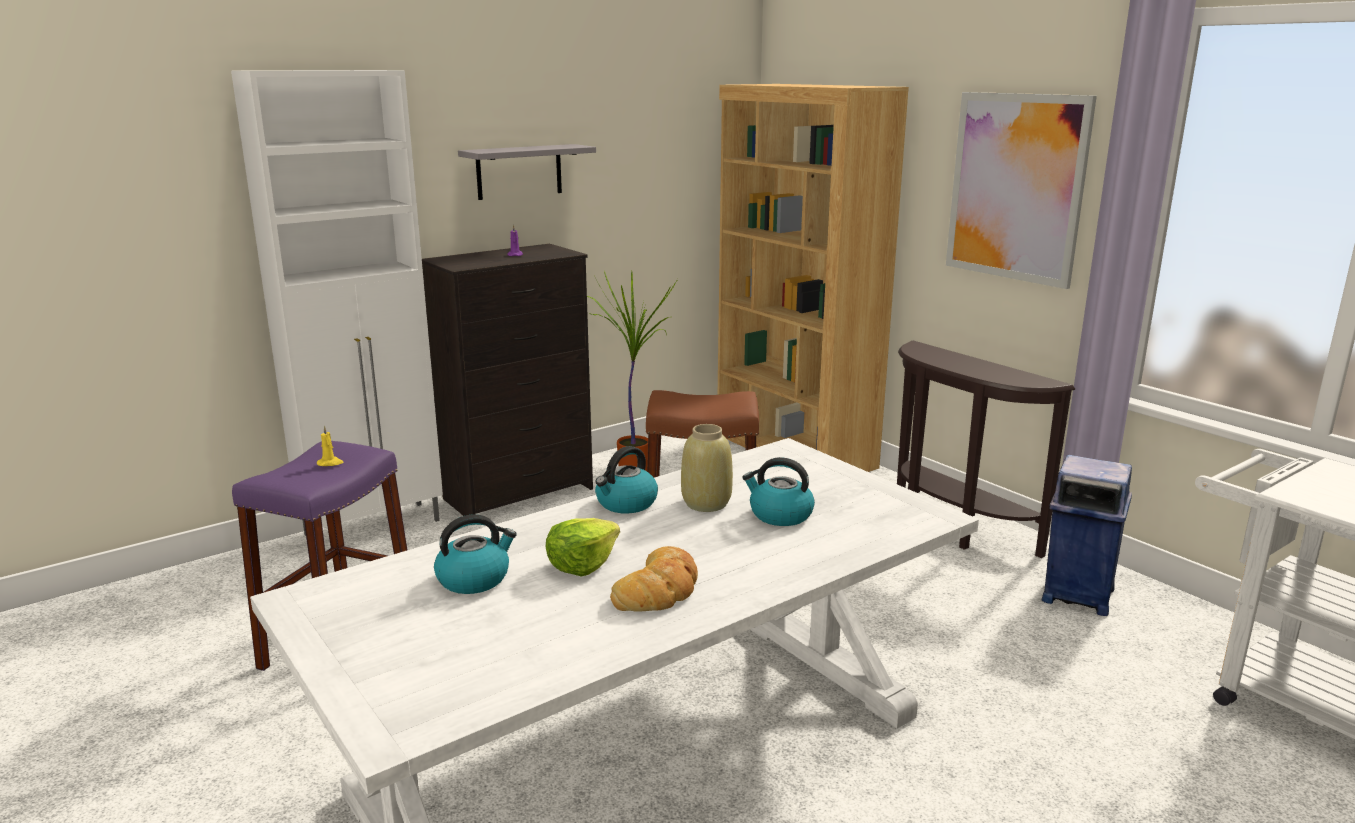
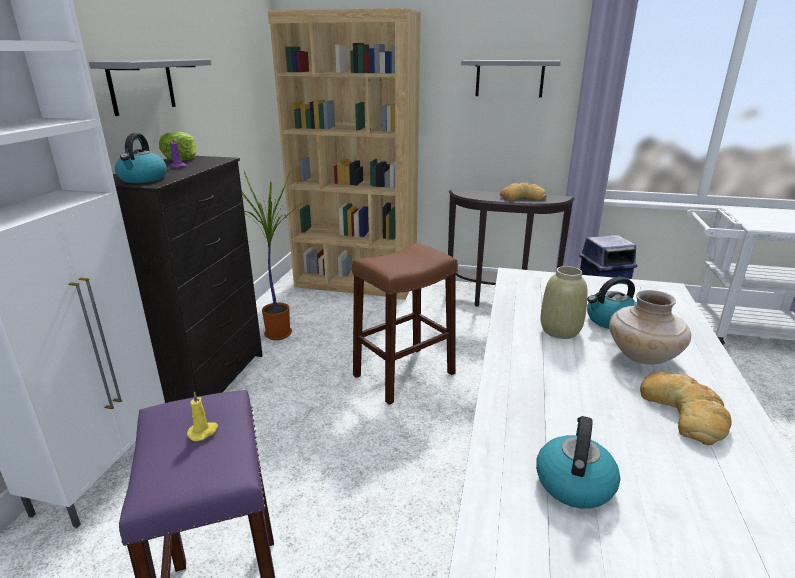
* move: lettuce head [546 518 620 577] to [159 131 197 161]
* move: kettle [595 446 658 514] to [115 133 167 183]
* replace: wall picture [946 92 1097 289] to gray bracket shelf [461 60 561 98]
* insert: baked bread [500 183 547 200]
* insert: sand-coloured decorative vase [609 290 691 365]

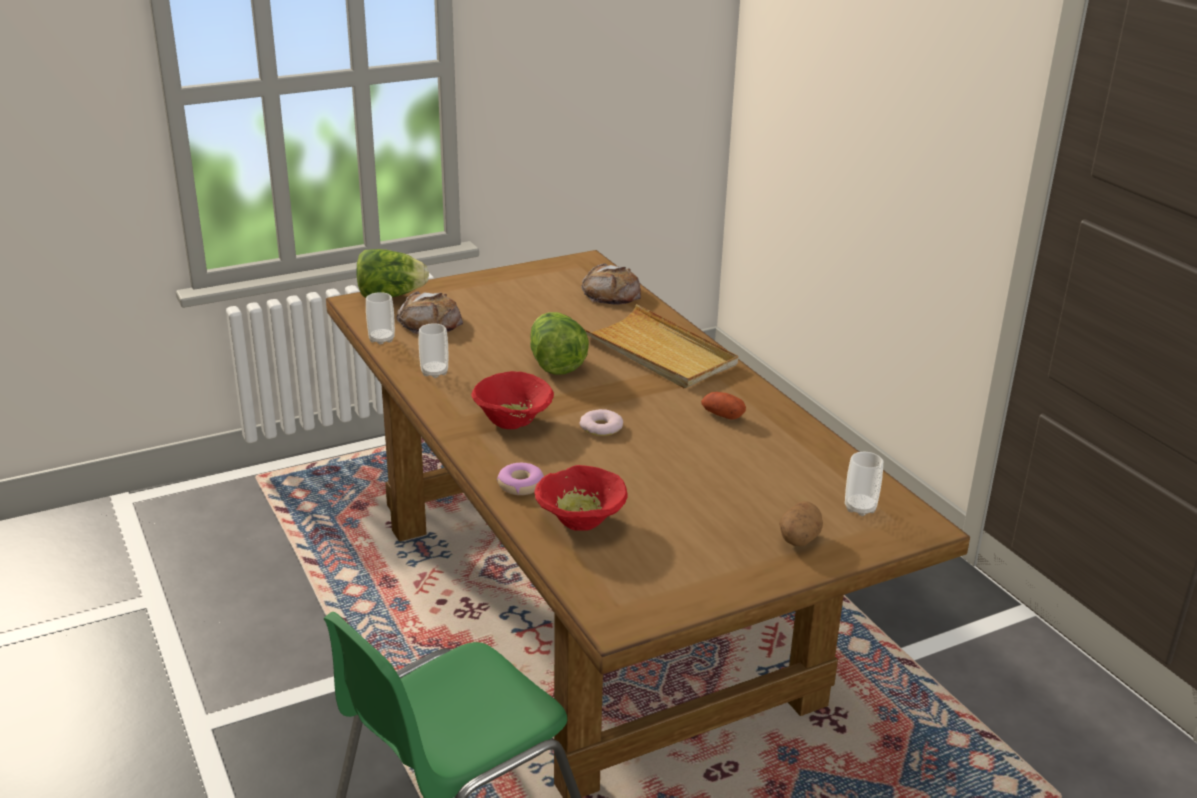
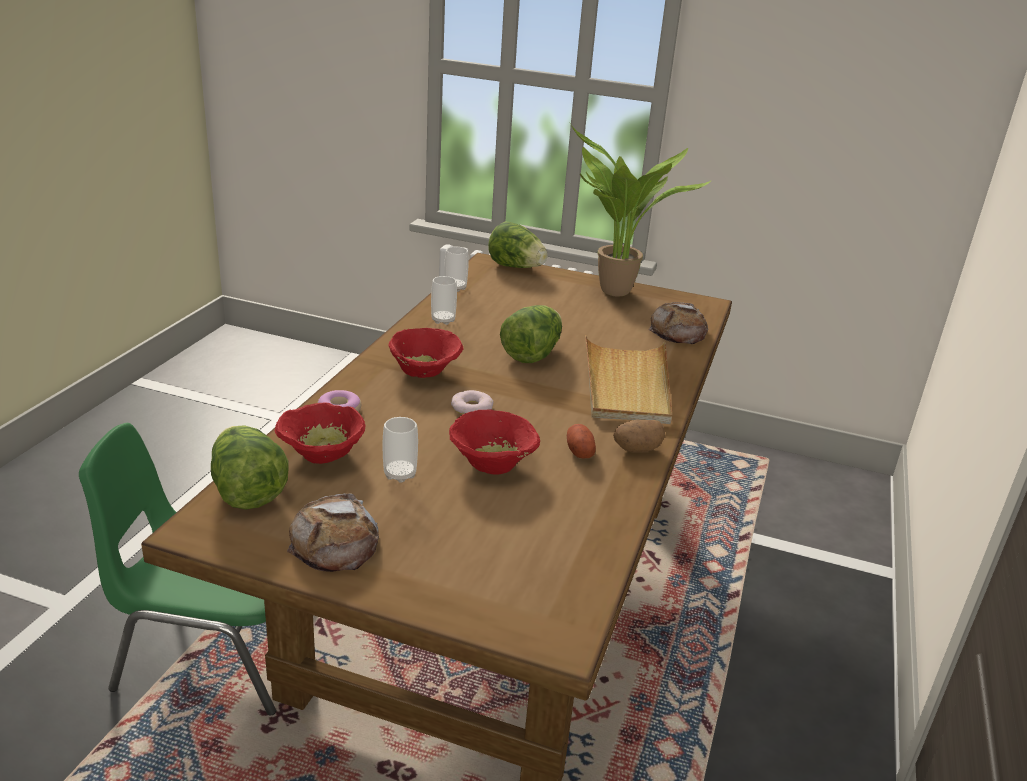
* move: baked bread [396 291 463 334] to [287 493 379 572]
* move: whole potato [779 501 823 546] to [613 420 665 452]
* move: small cup [845 452 883 516] to [383 417 418 483]
* insert: lettuce head [211 425 289 510]
* insert: red-coloured deep dish [449 410 540 475]
* insert: houseplant [570 123 712 297]

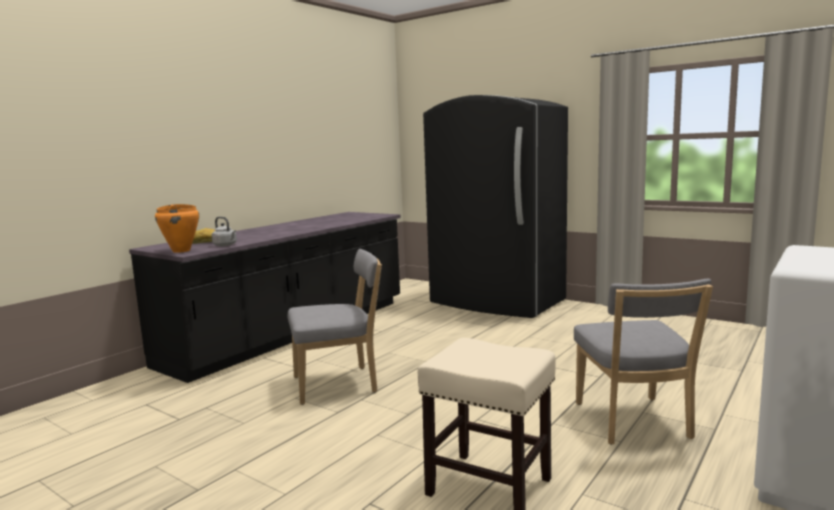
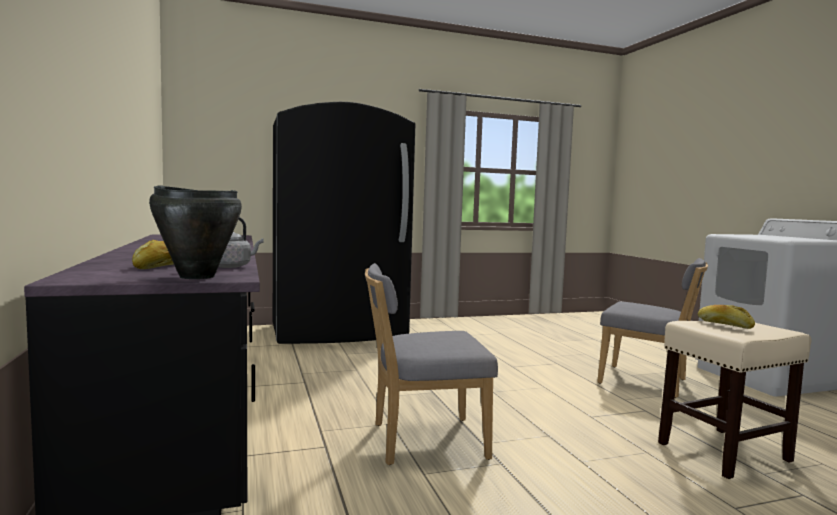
* recolor: orange stockpot [155 204 199 253] to black-coloured stockpot [149 185 242 279]
* rotate: gray upright chair [288 249 382 405] = [365 263 498 465] 120 degrees counterclockwise
* insert: baked bread [698 304 755 329]

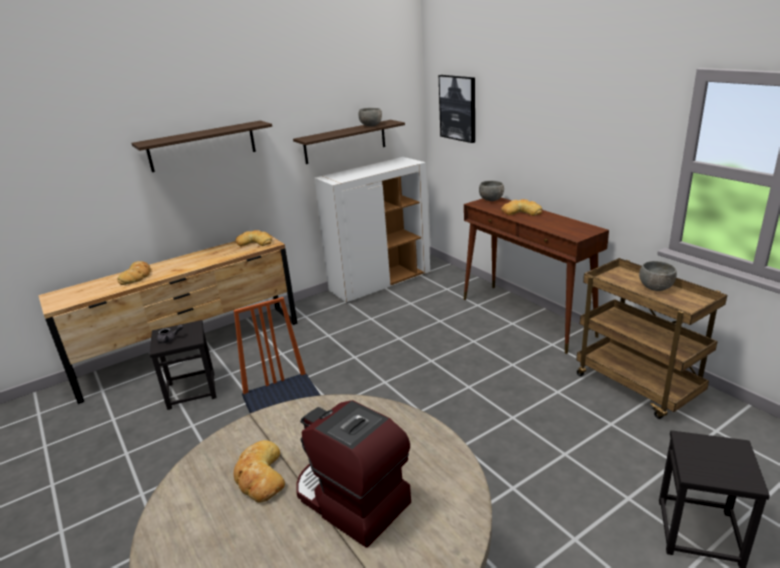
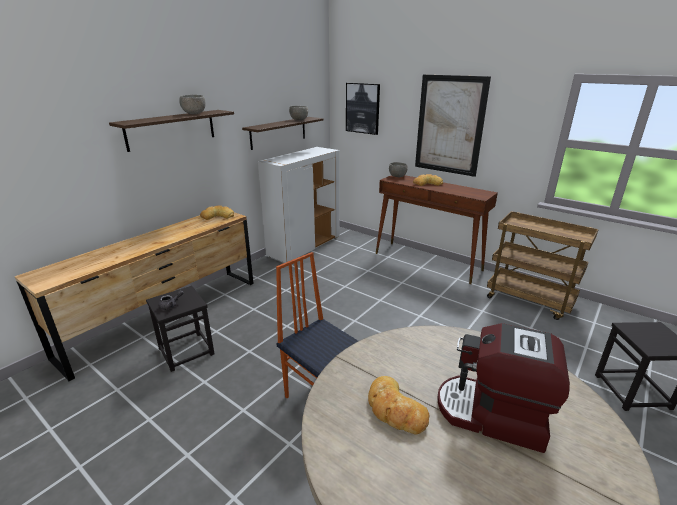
* delete: baked bread [117 261 151 285]
* move: gray deep dish [639 261 677 291] to [179 95 206 114]
* insert: wall picture [415 75 491 177]

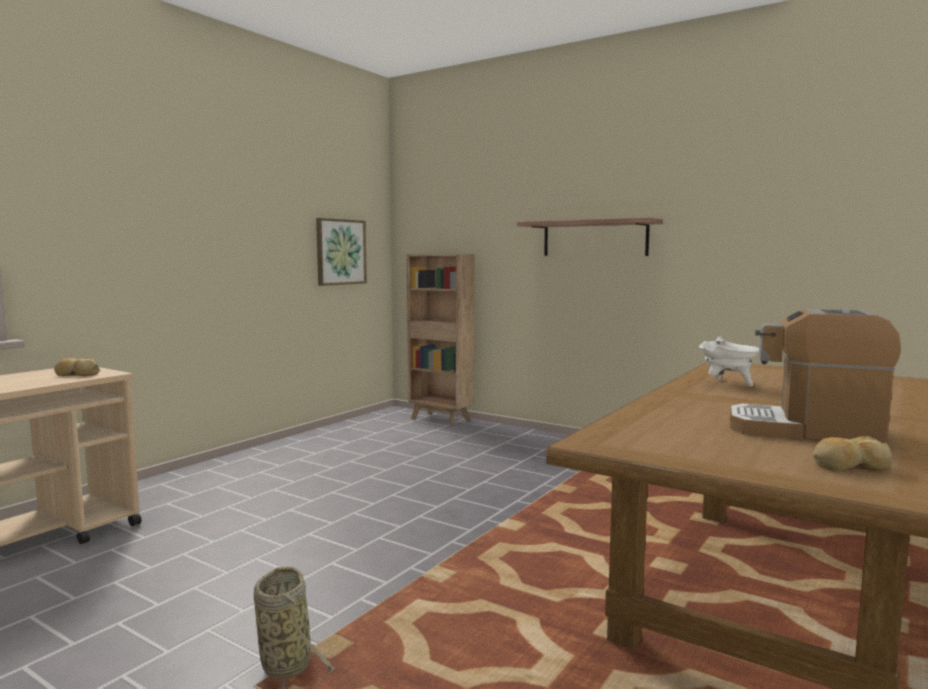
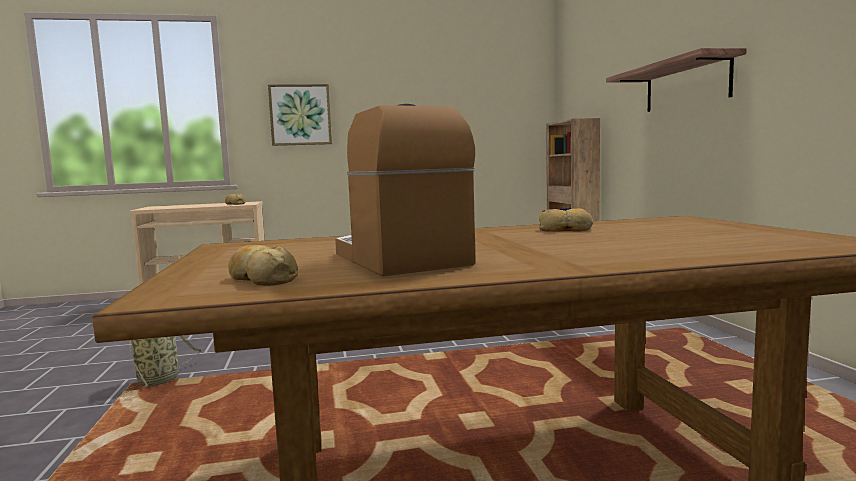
* move: wall picture [316 218 367 286] to [268 84 332 146]
* replace: white-coloured stockpot [699 337 760 387] to baked bread [539 208 593 232]

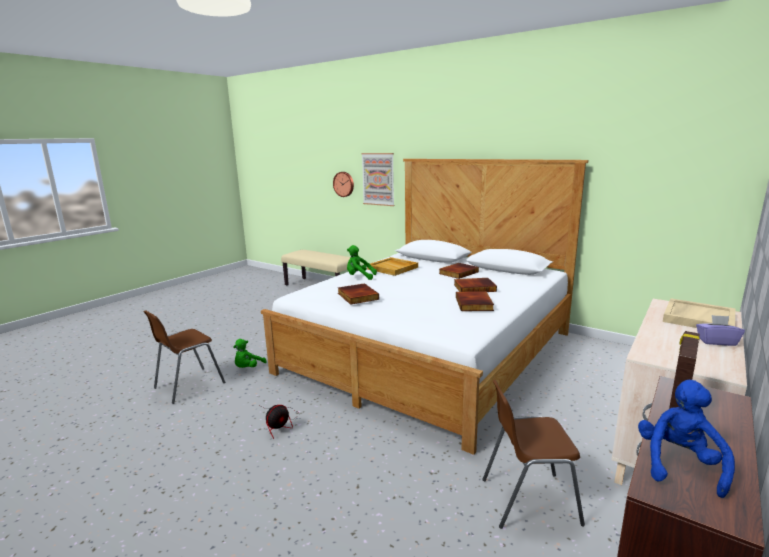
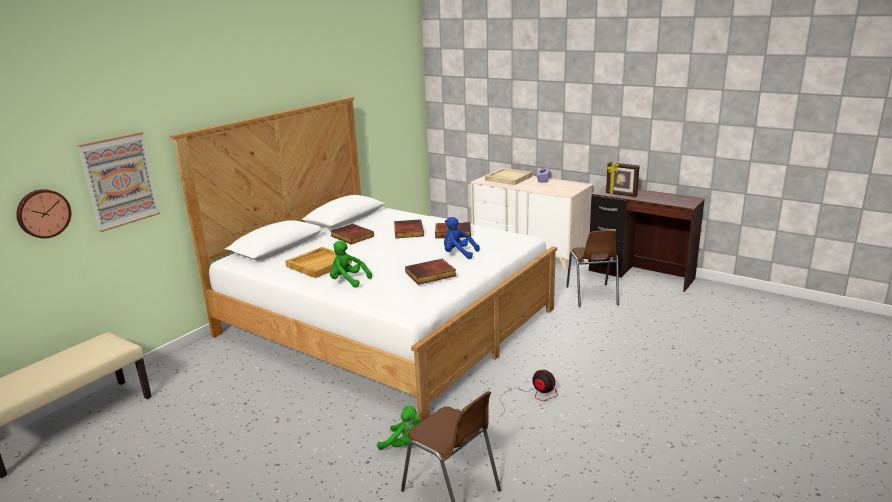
* rotate: greenish cuddly toy [347 245 377 280] = [330 241 372 287] 105 degrees clockwise
* move: blue-coloured cuddly toy [638 380 735 498] to [444 217 480 259]

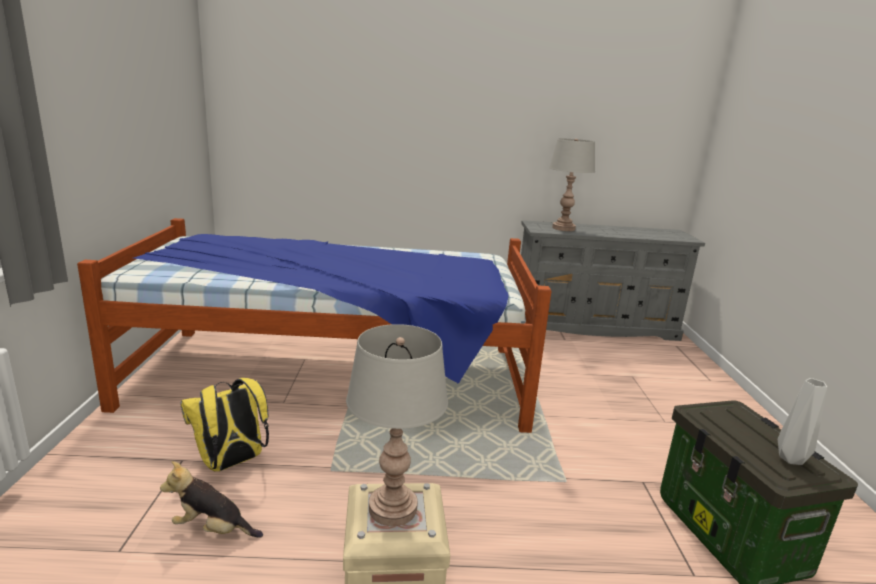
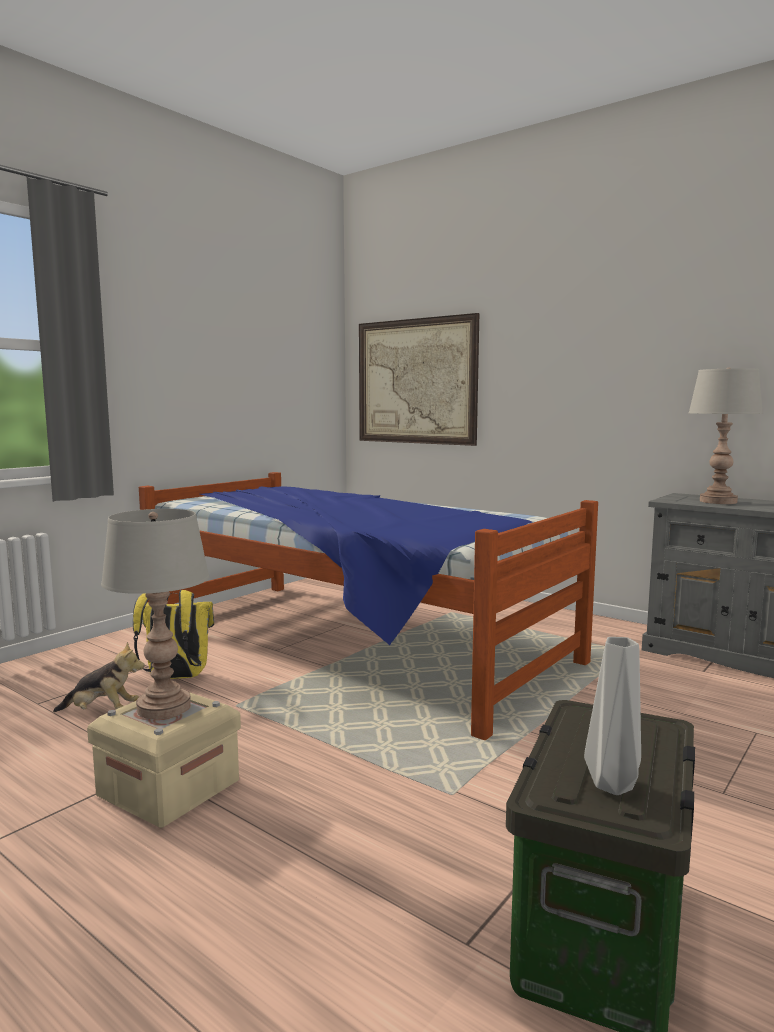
* rotate: cuddly toy [160 461 263 538] = [53 642 145 712] 135 degrees clockwise
* insert: wall picture [359 313 479 446]

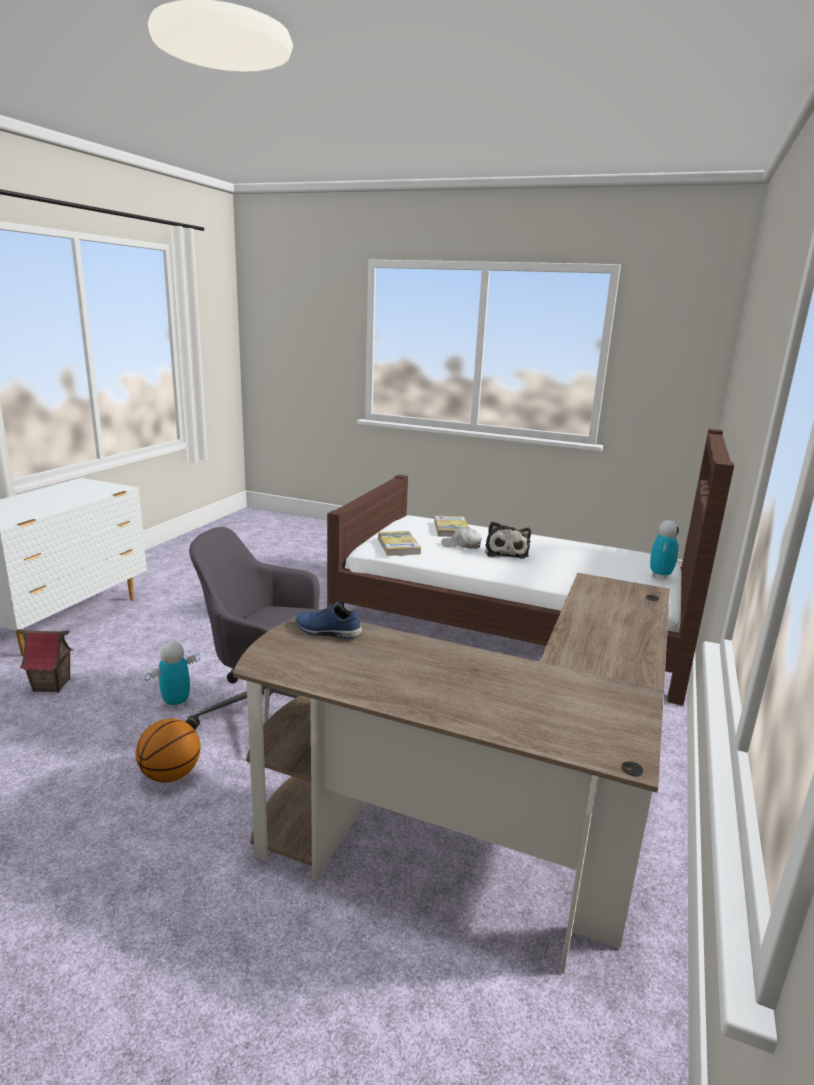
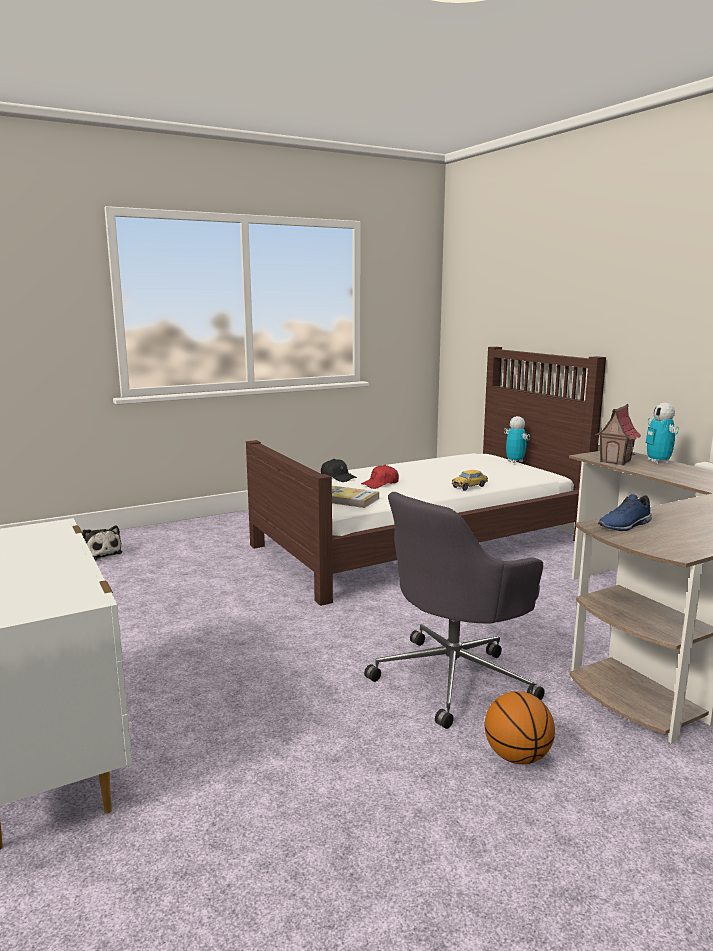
* move: model house [17 629 74 693] to [595 404 641 465]
* move: robot figure [145 641 200 709] to [645 403 679 464]
* replace: volume [434 516 468 537] to black-coloured baseball cap [321 459 357 482]
* recolor: white-coloured baseball cap [441 527 482 549] to red-coloured baseball cap [361 465 399 489]
* move: cuddly toy [485 521 531 559] to [82 525 123 561]
* insert: model car [452 470 488 491]

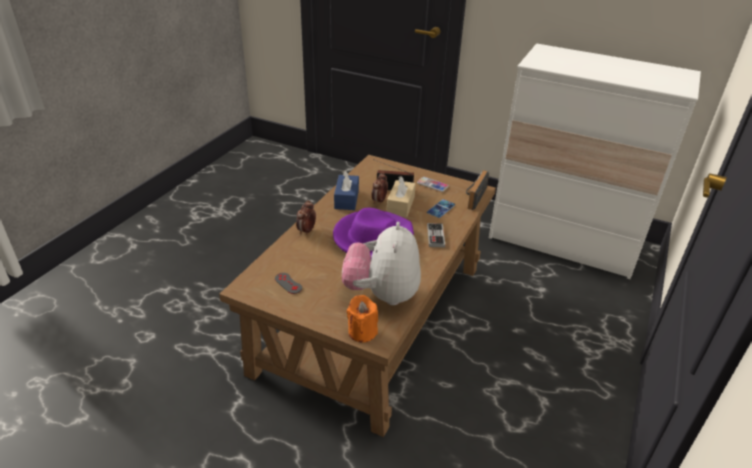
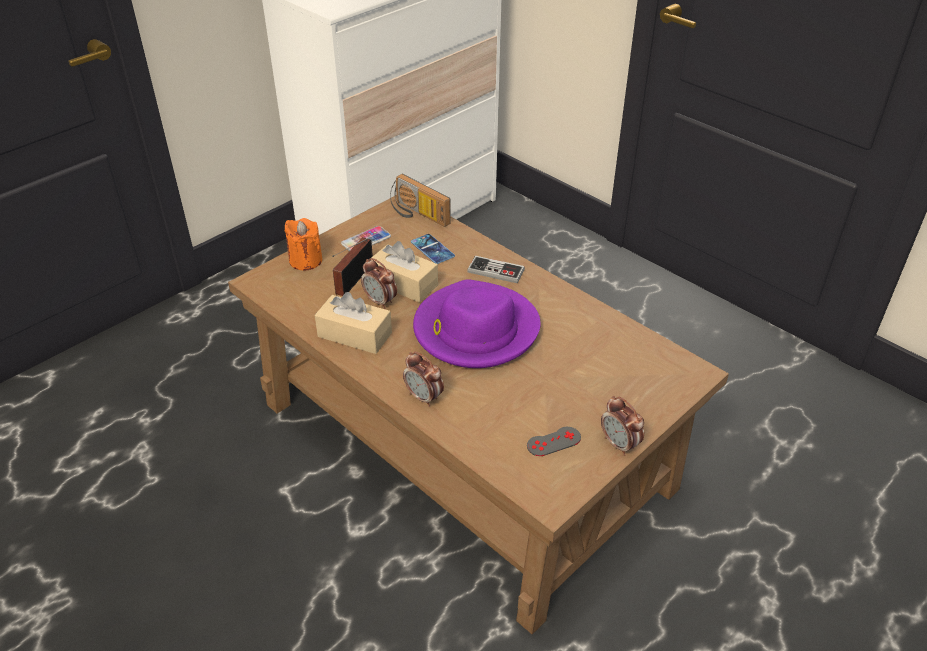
* recolor: blue-coloured box of tissues [334 170 359 210] to sand-coloured box of tissues [315 292 392 354]
* delete: cuddly toy [342 222 421 305]
* move: orange wax candle [347 295 378 343] to [284 218 322 270]
* insert: alarm clock [601 396 644 456]

